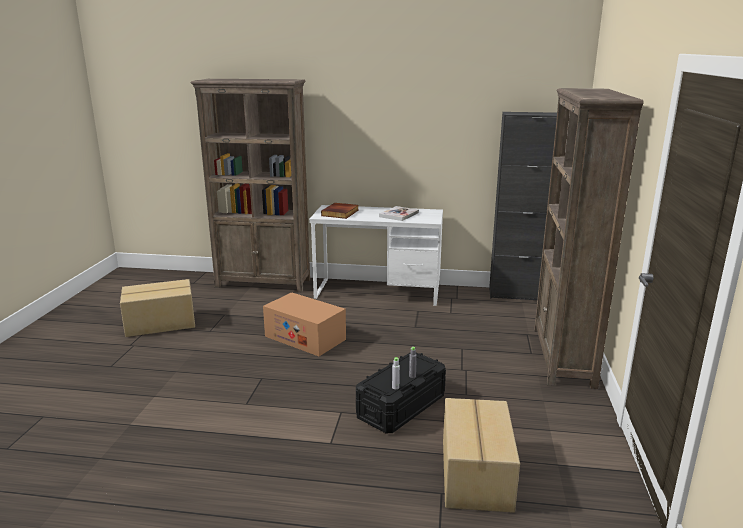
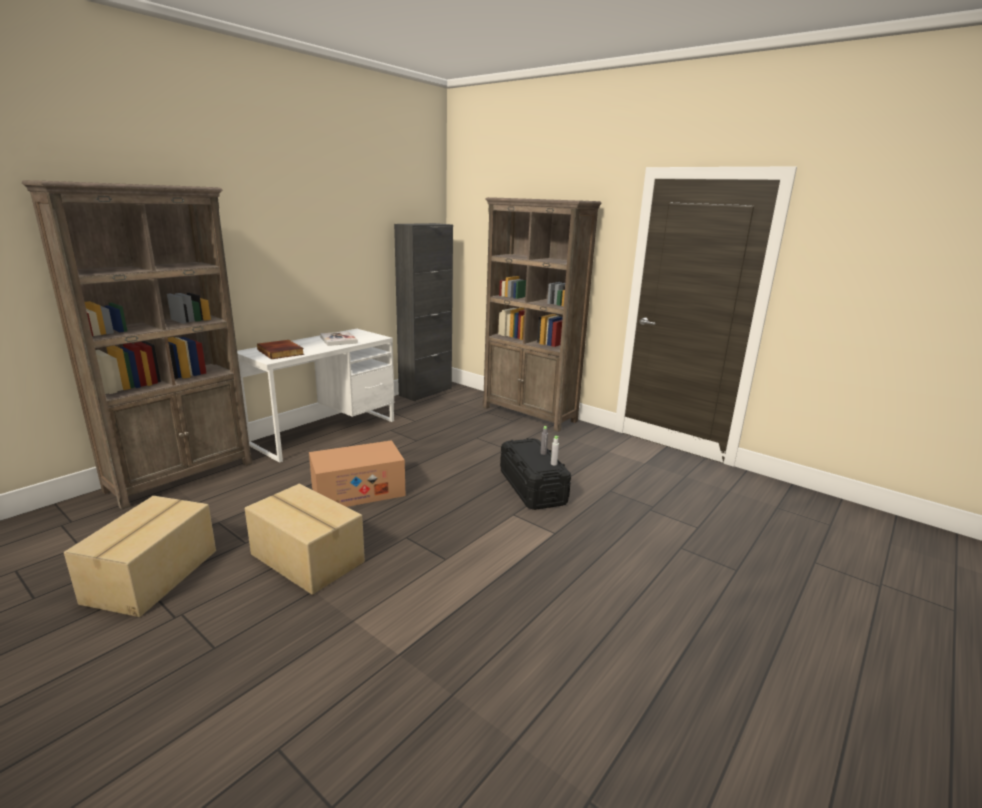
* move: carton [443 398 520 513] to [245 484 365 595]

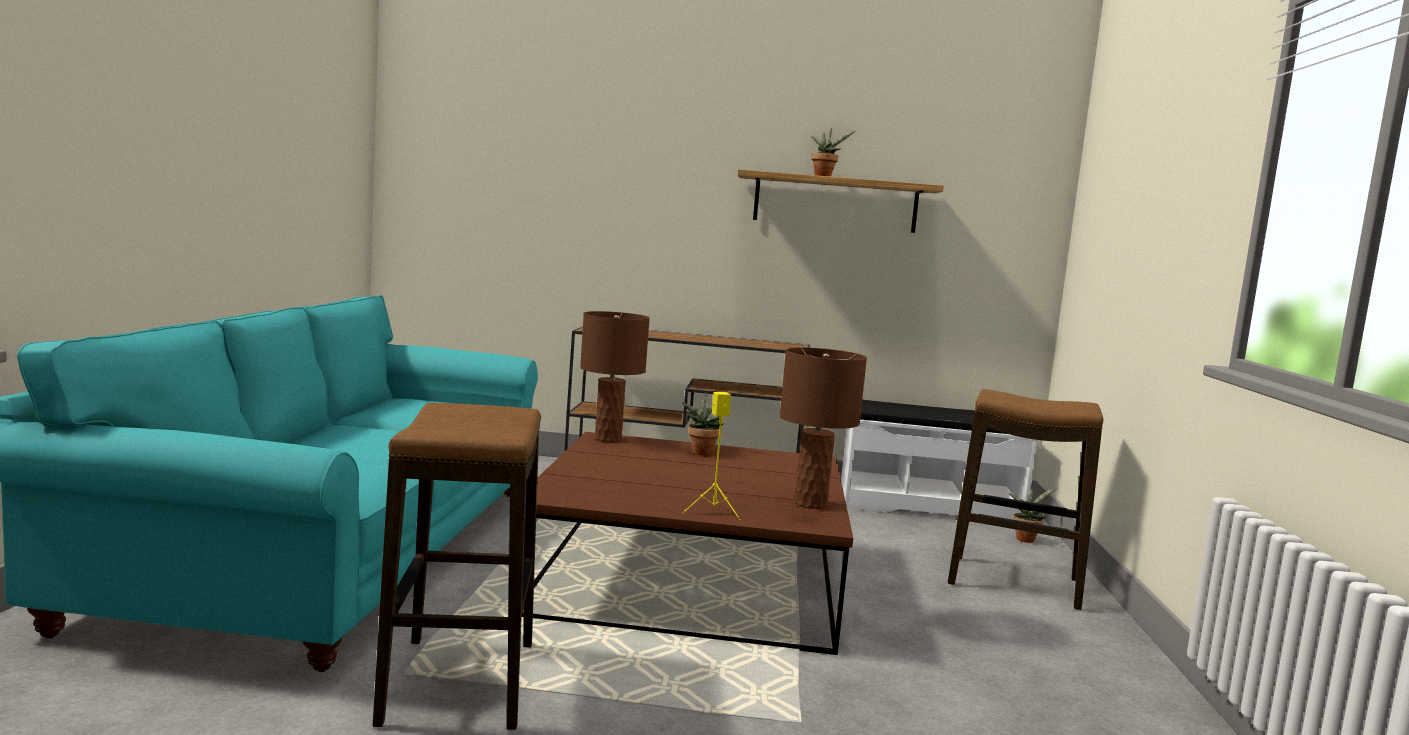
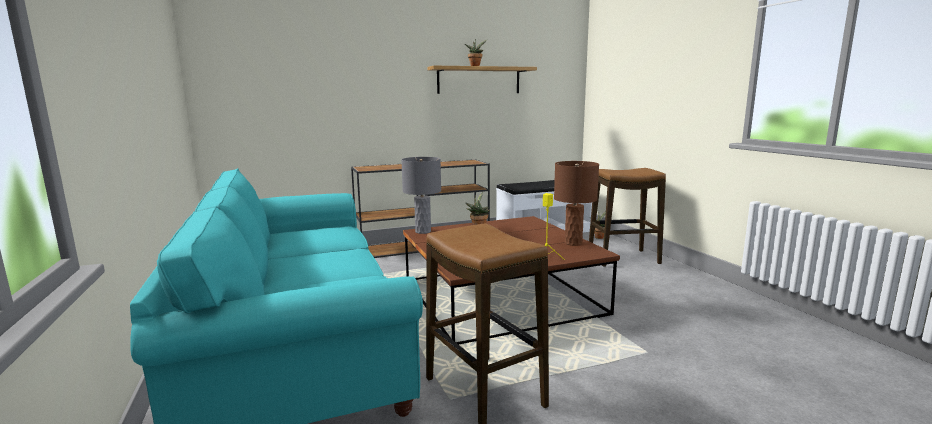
* recolor: brownish table lamp [580 311 650 442] to gray table lamp [401 157 441 234]

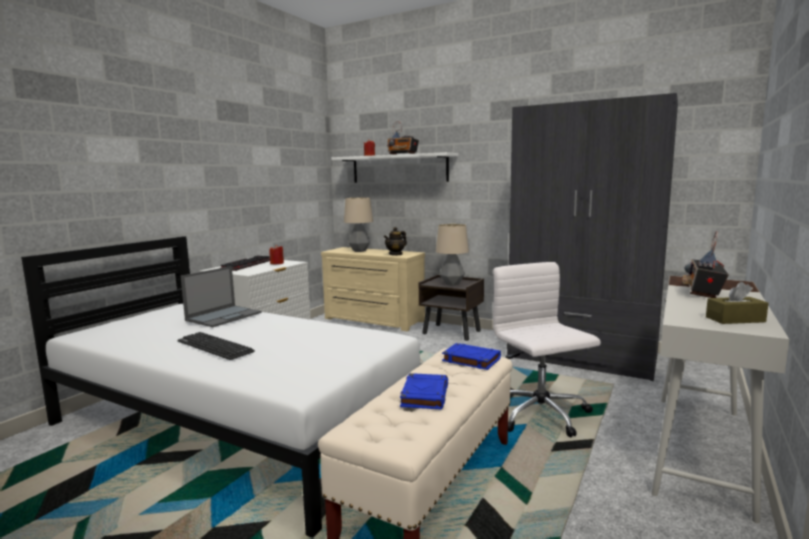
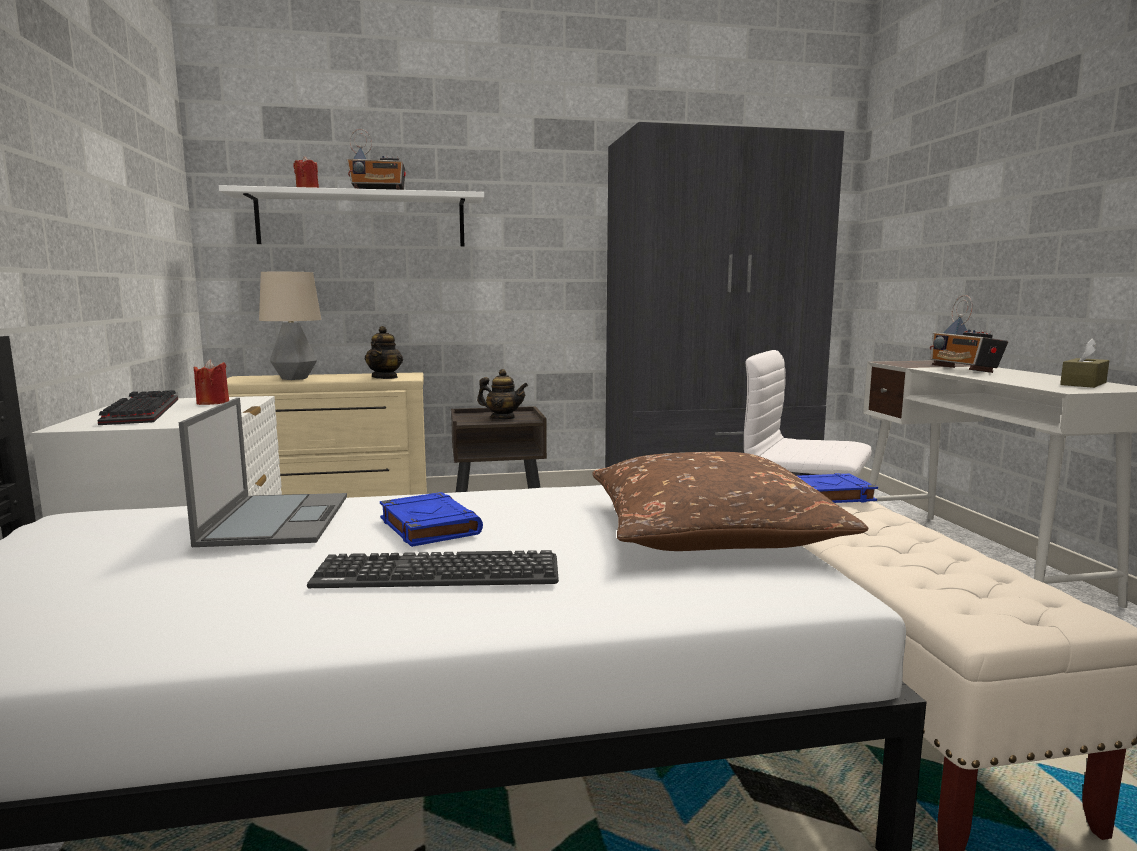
* move: blue-coloured volume [400 373 448 409] to [380 492 483 547]
* replace: table lamp [436 224 469 286] to tea pot [477 369 528 419]
* insert: brownish cushion [592 452 868 551]

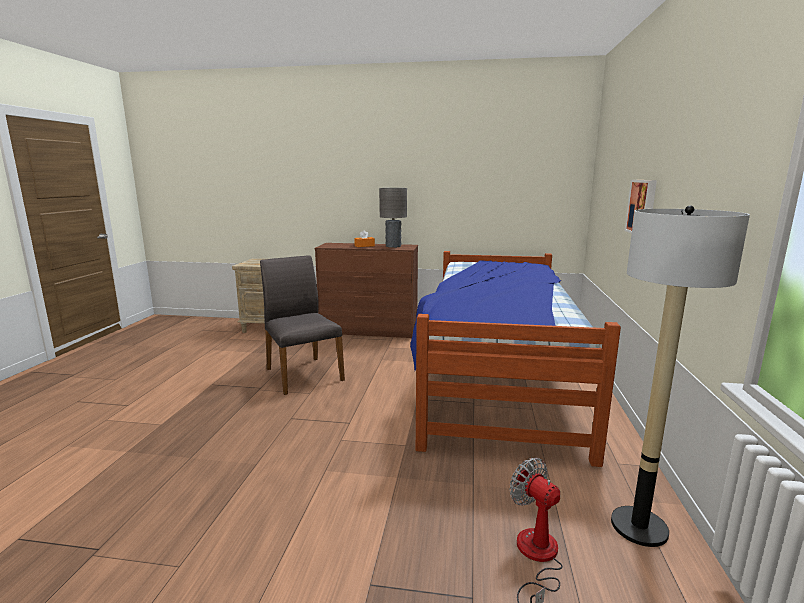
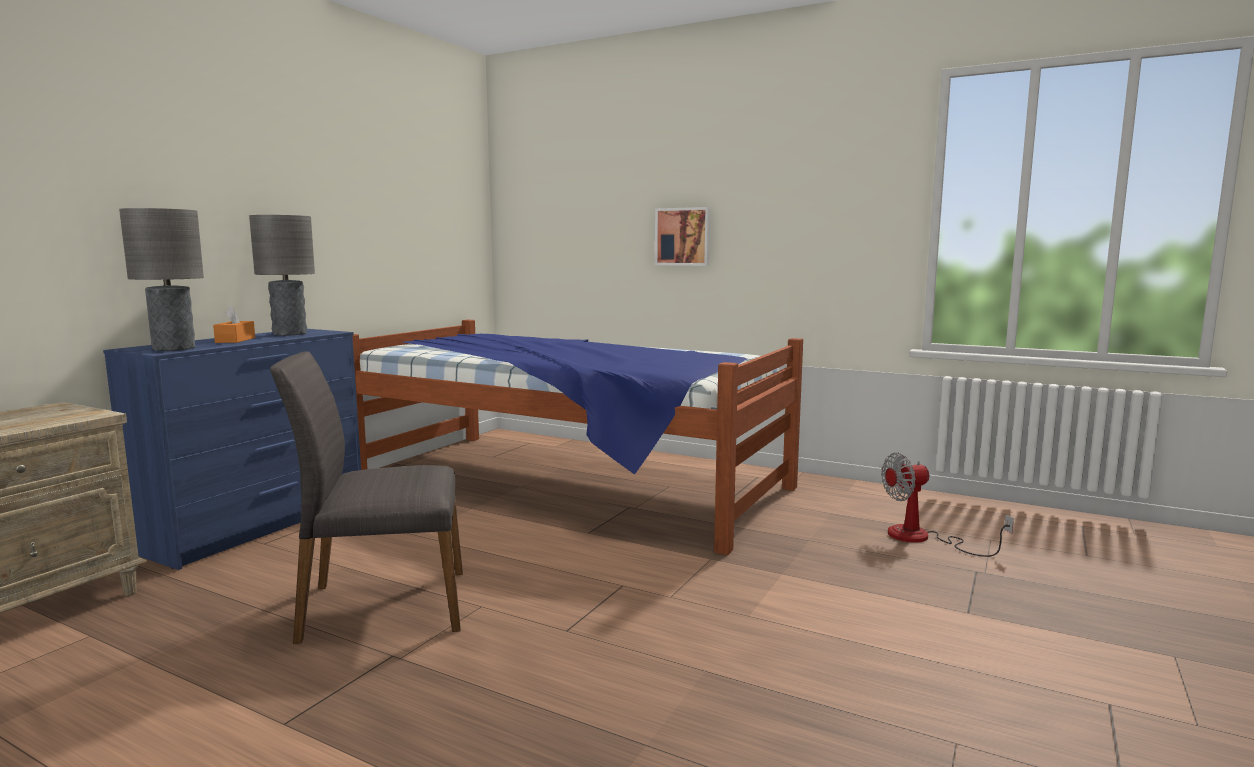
* recolor: brownish chest of drawers [314 243 418 339] to blue-coloured chest of drawers [103 329 361 570]
* delete: standard lamp [611 206 750 547]
* insert: gray table lamp [119 208 204 351]

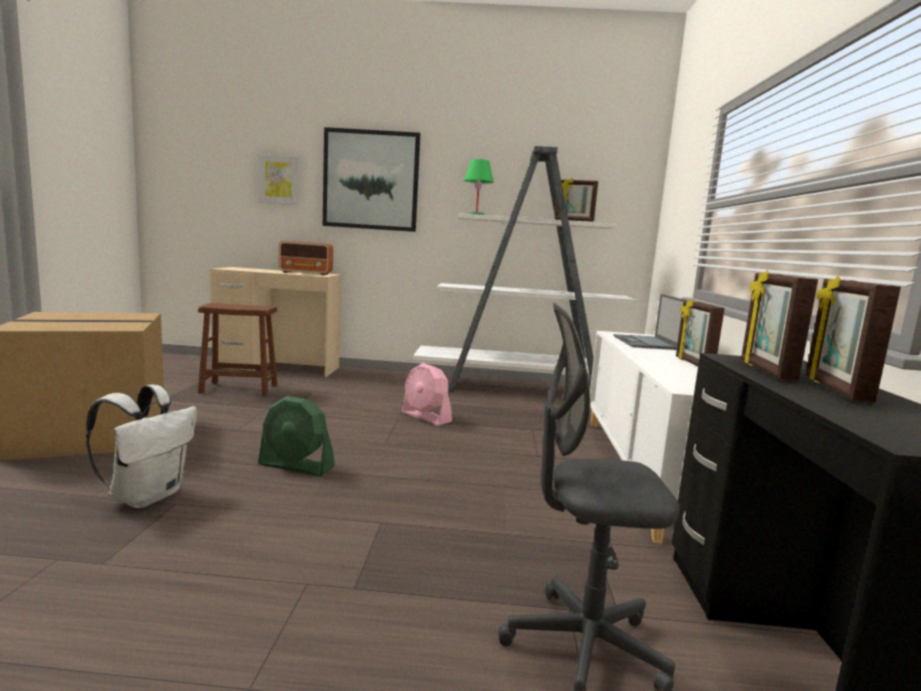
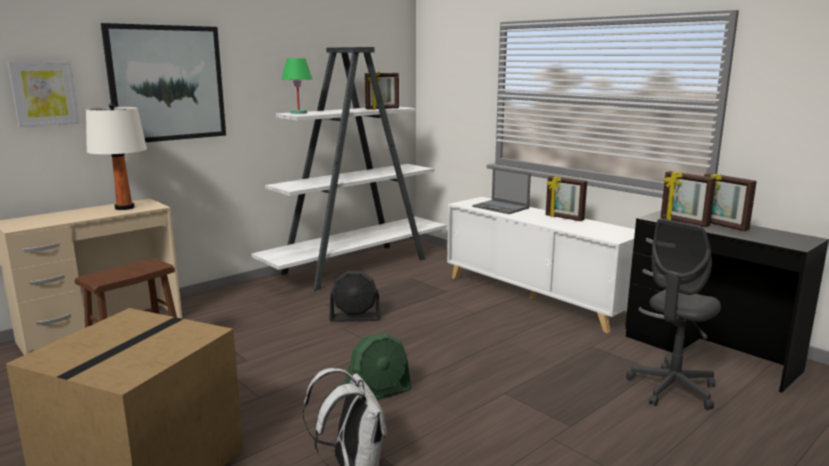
* replace: radio receiver [278 241 333 275] to white-coloured table lamp [86 103 147 210]
* recolor: pink fan [402 363 452 426] to black-coloured fan [329 271 381 322]

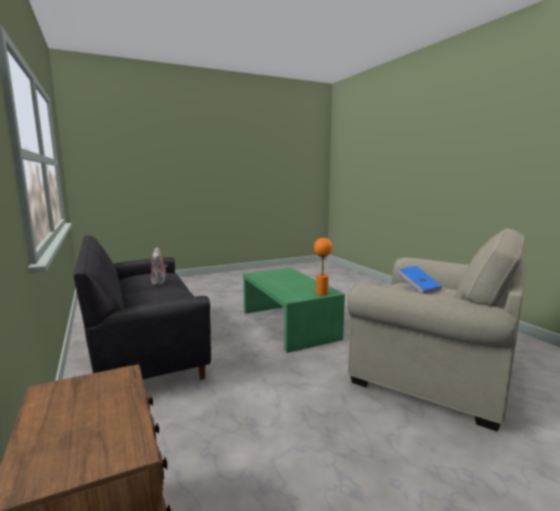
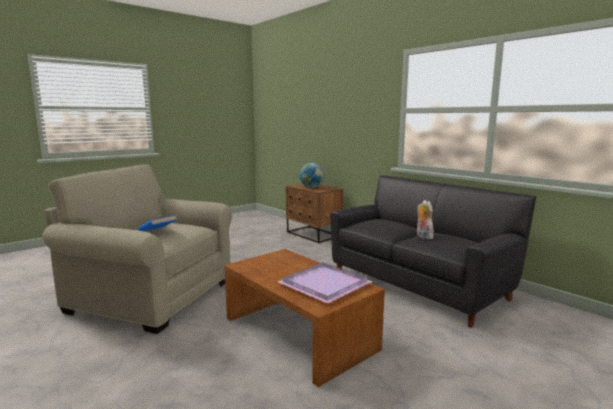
* recolor: greenish low table [243 268 345 353] to brownish low table [224 249 385 387]
* delete: orange table lamp [314 238 333 296]
* insert: purplish carrying tray [278 262 373 304]
* insert: desk globe [299 163 324 188]

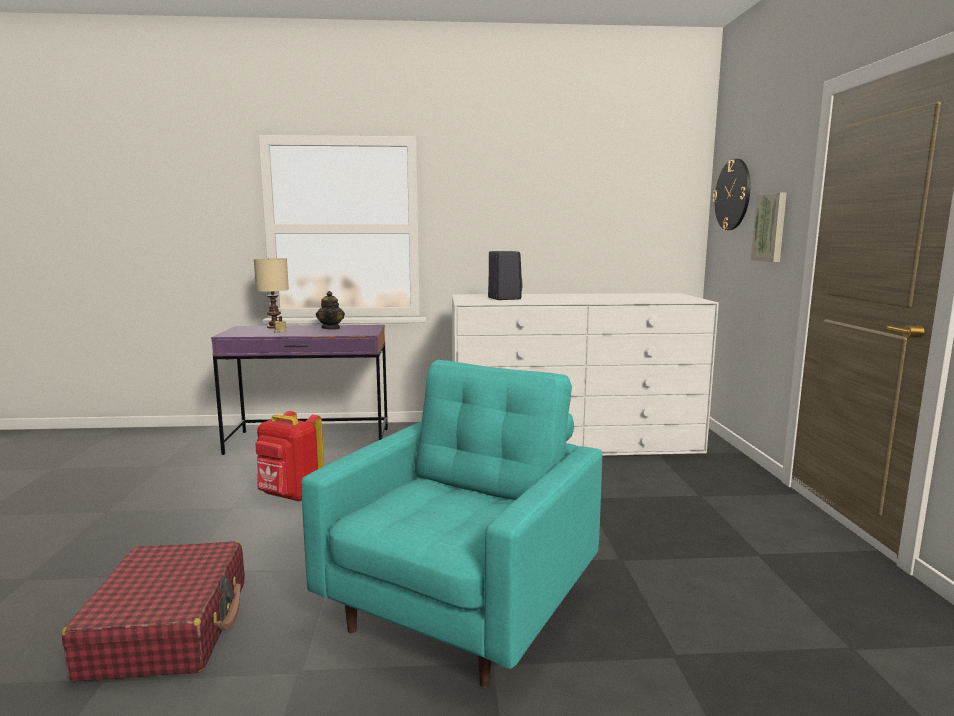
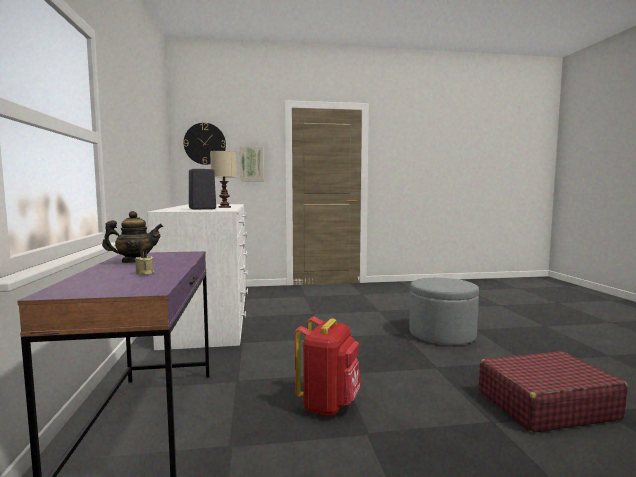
* move: sand-coloured table lamp [254 258 289 329] to [210 151 237 208]
* replace: turquoise-coloured easy chair [301 360 602 688] to gray ottoman [409 278 479 345]

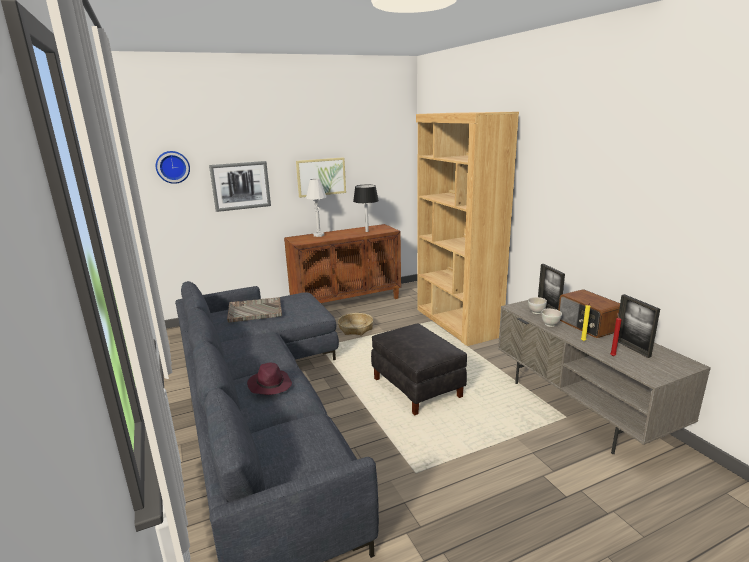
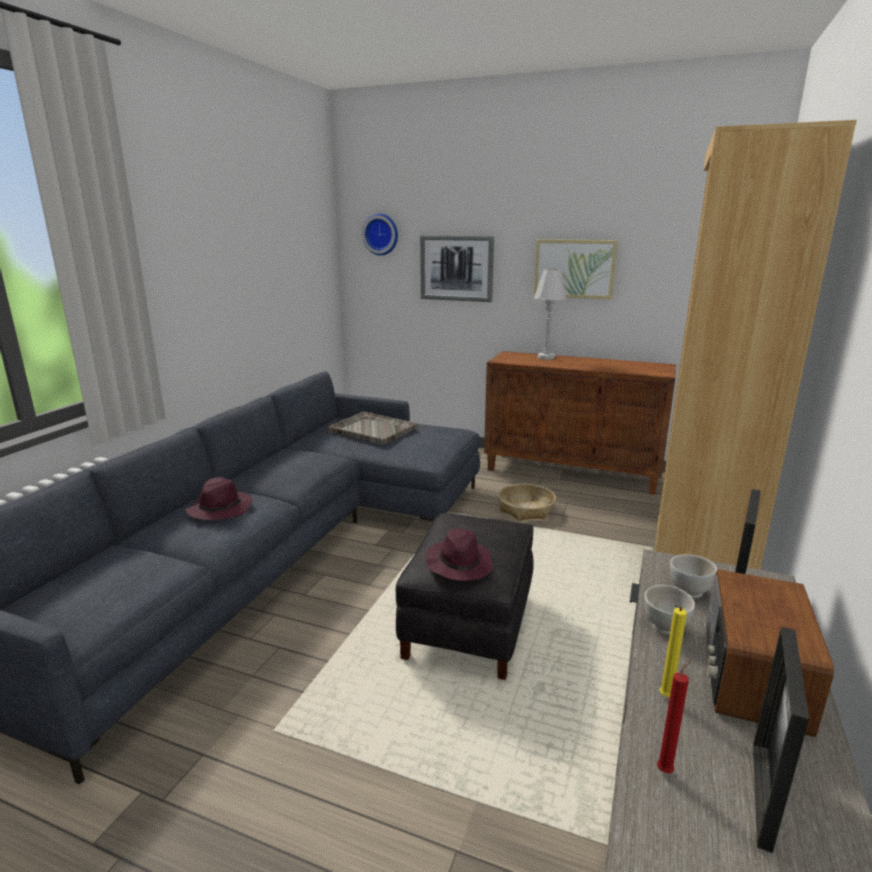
* delete: black-coloured table lamp [353 184 379 232]
* insert: purplish wearable hat [426 529 493 581]

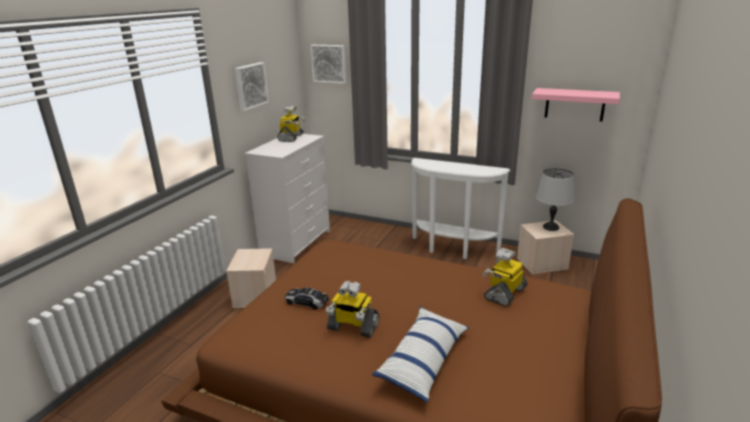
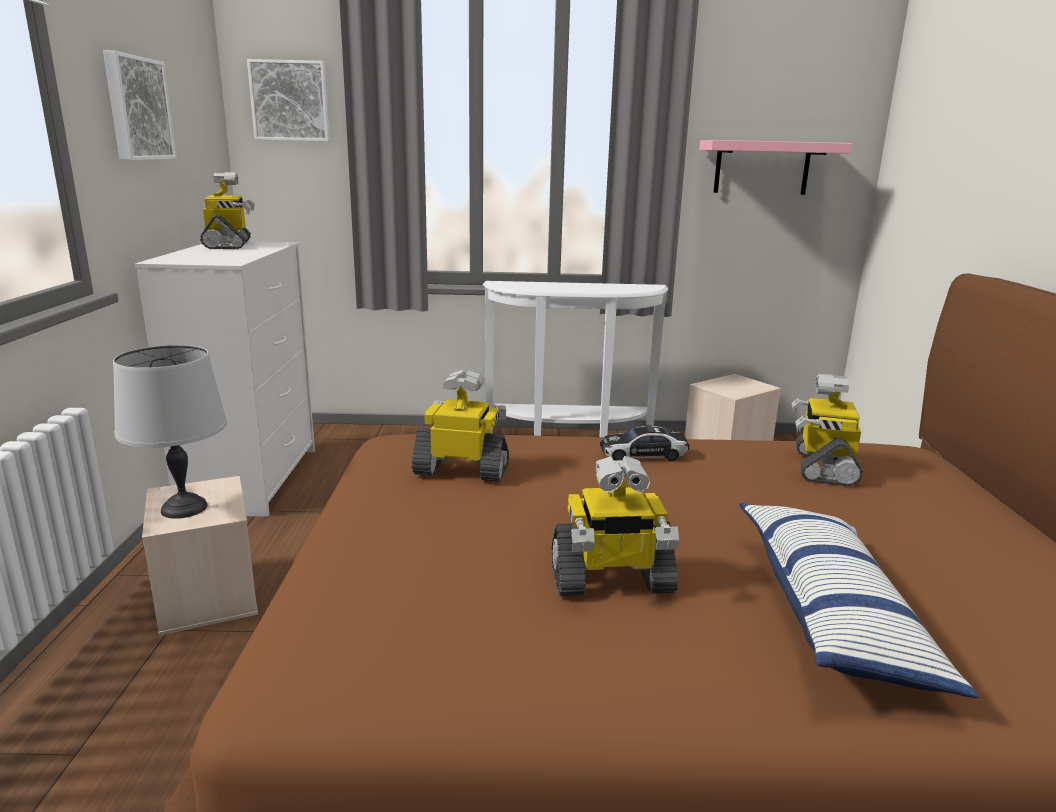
* move: model car [285 287 329 310] to [600 424 689 461]
* move: gray table lamp [536 168 575 231] to [113 345 227 519]
* insert: robot figure [412 370 509 482]

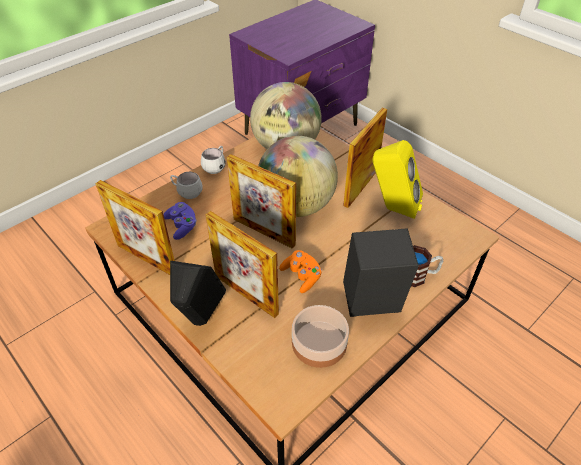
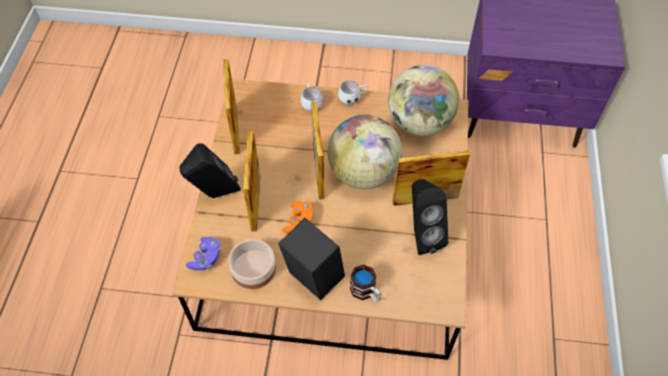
* move: purplish joypad [163 202 197 240] to [186 237 221 270]
* recolor: yellow loudspeaker [372 140 423 219] to black-coloured loudspeaker [412 179 448 255]

